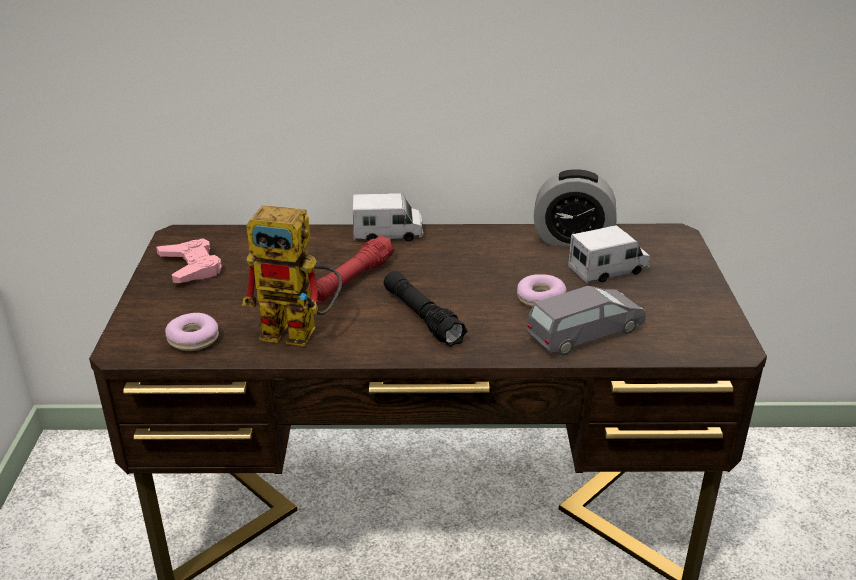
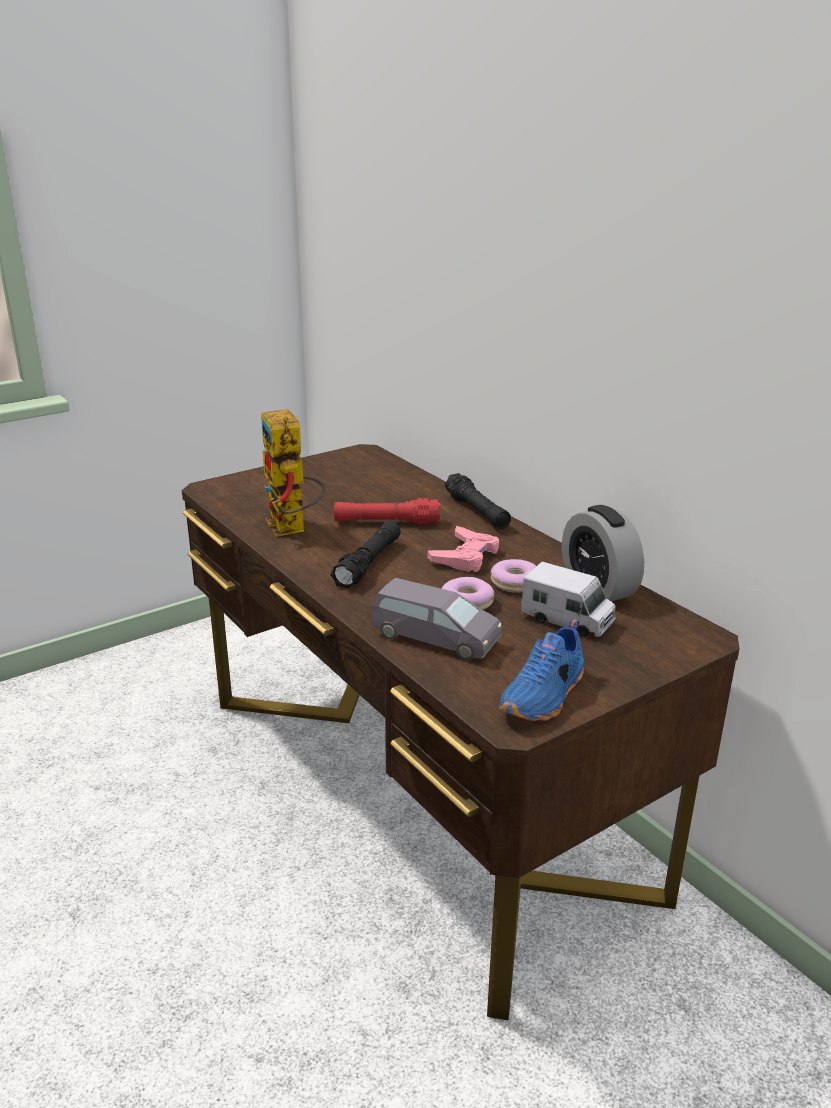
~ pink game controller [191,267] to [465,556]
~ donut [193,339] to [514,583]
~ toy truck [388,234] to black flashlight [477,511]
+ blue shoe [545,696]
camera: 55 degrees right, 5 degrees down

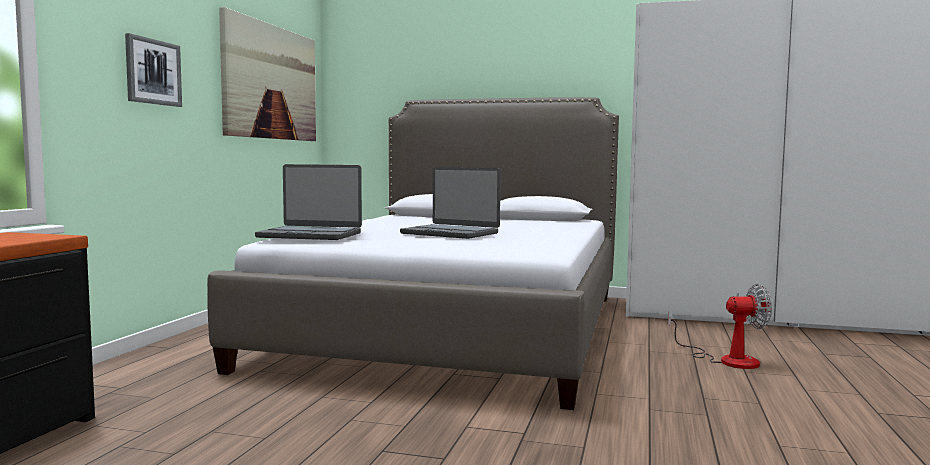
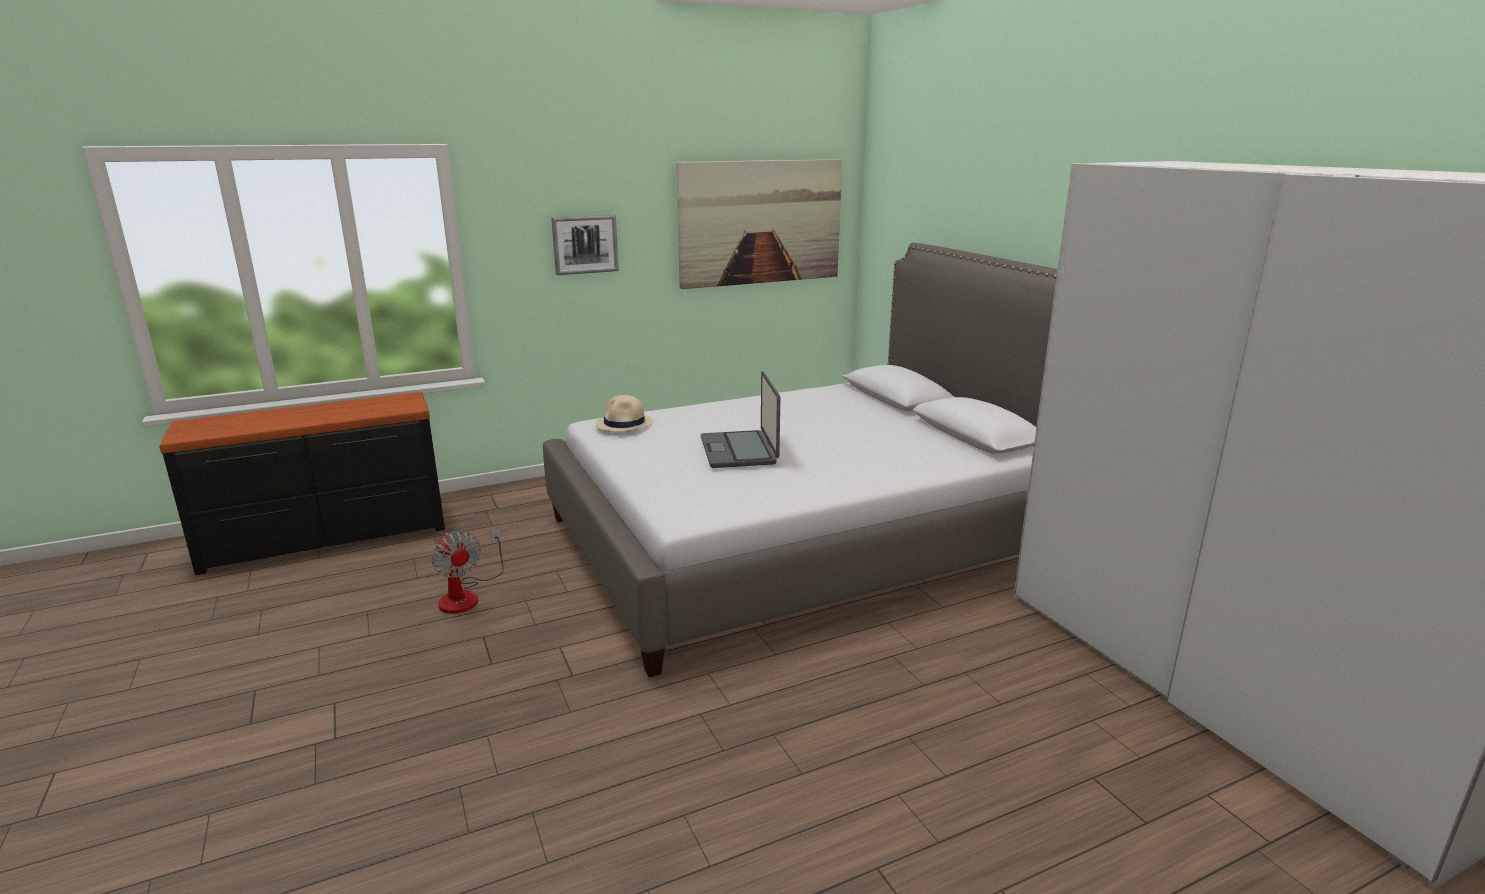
~ laptop [310,235] to beige hat [624,423]
~ fan [727,360] to [466,595]
camera: 50 degrees right, 15 degrees up

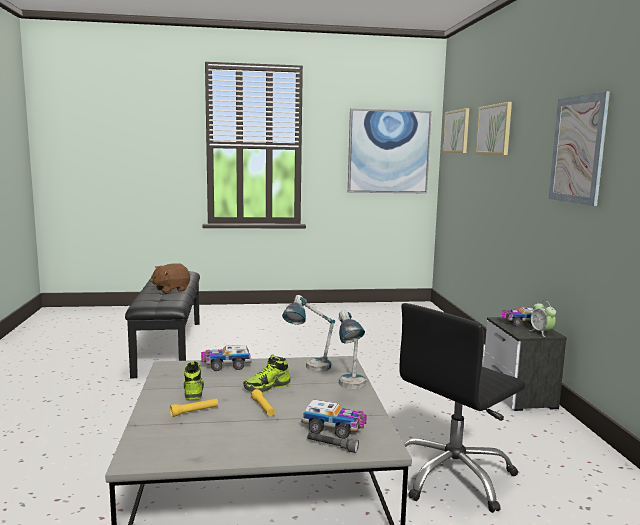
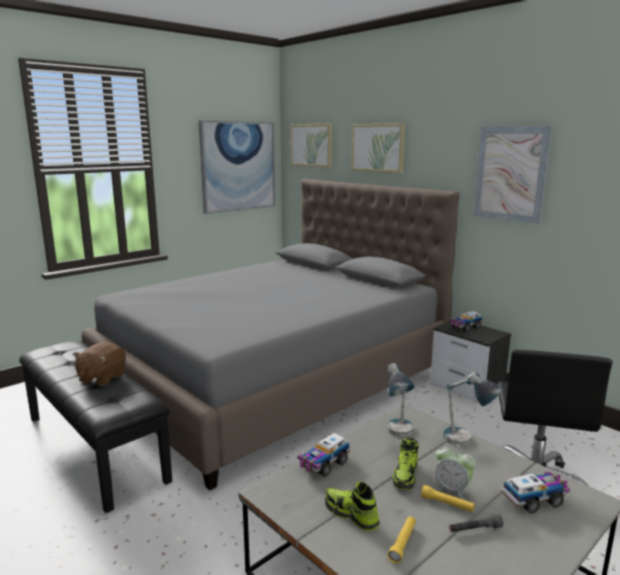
~ grey flashlight [332,447] to [474,529]
~ alarm clock [541,333] to [452,489]
+ grey bed [274,379]
camera: 35 degrees left, 5 degrees up

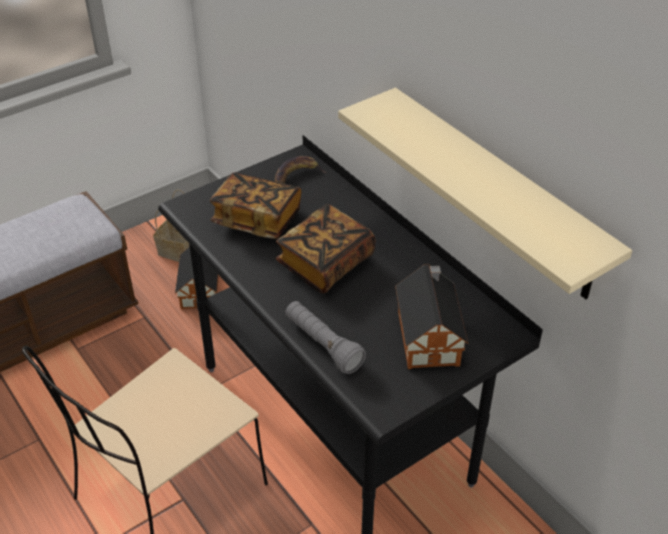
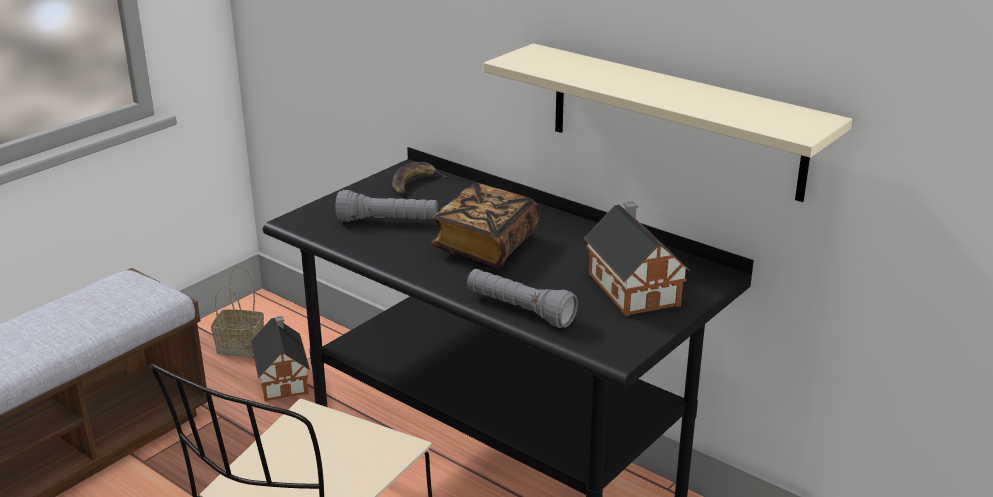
~ book [257,219] to grey flashlight [388,221]
camera: 15 degrees left, 15 degrees down

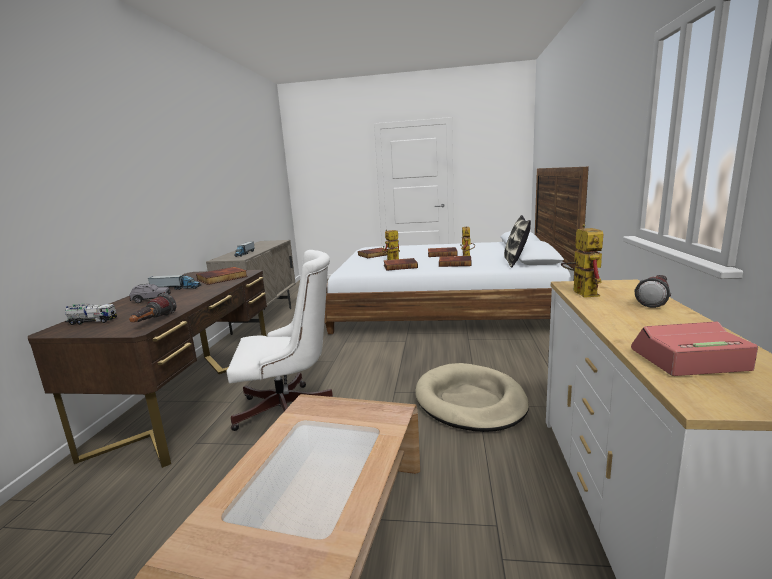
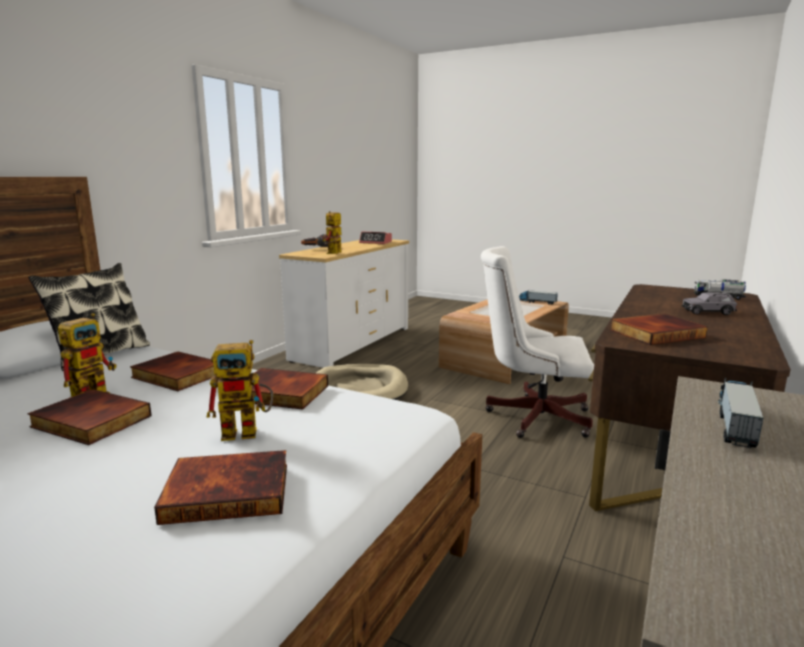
- flashlight [153,322]
~ toy truck [176,288] to [535,302]
camera: 160 degrees left, 0 degrees up

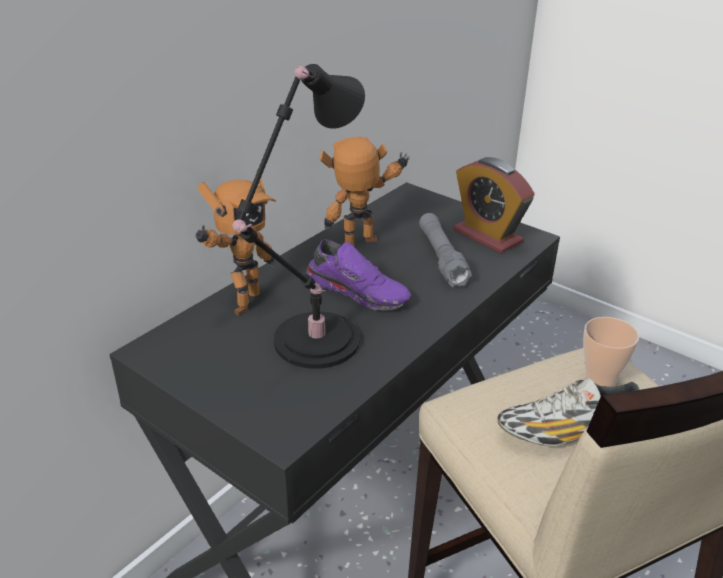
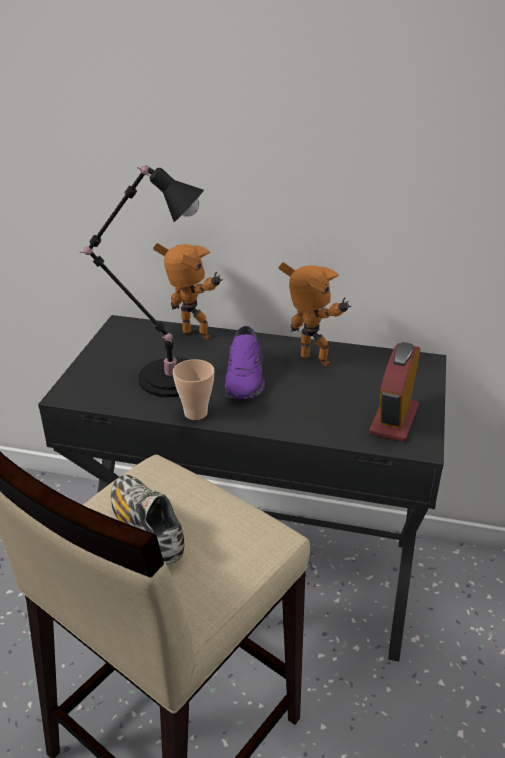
~ toy robot [241,302] = [194,337] 150 degrees counterclockwise
- grey flashlight [441,258]
~ cup [599,384] to [195,413]
camera: 65 degrees right, 0 degrees up

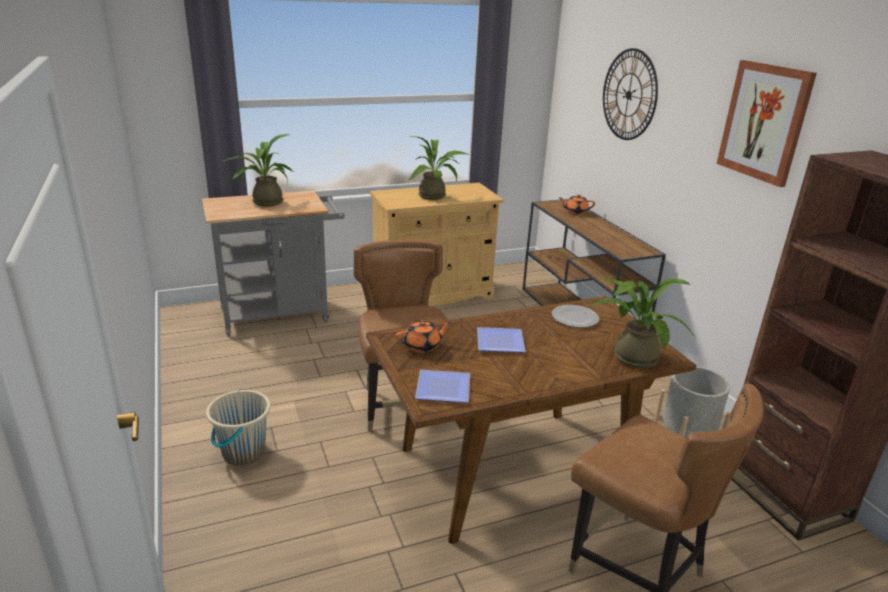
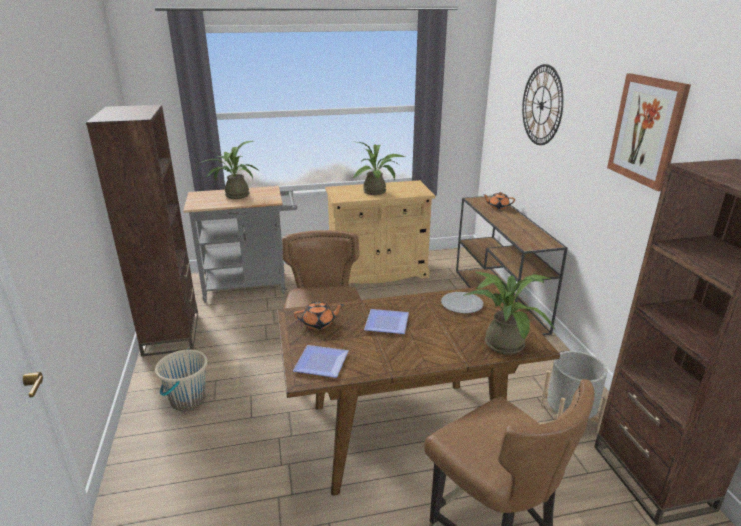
+ brown bookcase [171,333]
camera: 10 degrees right, 0 degrees up

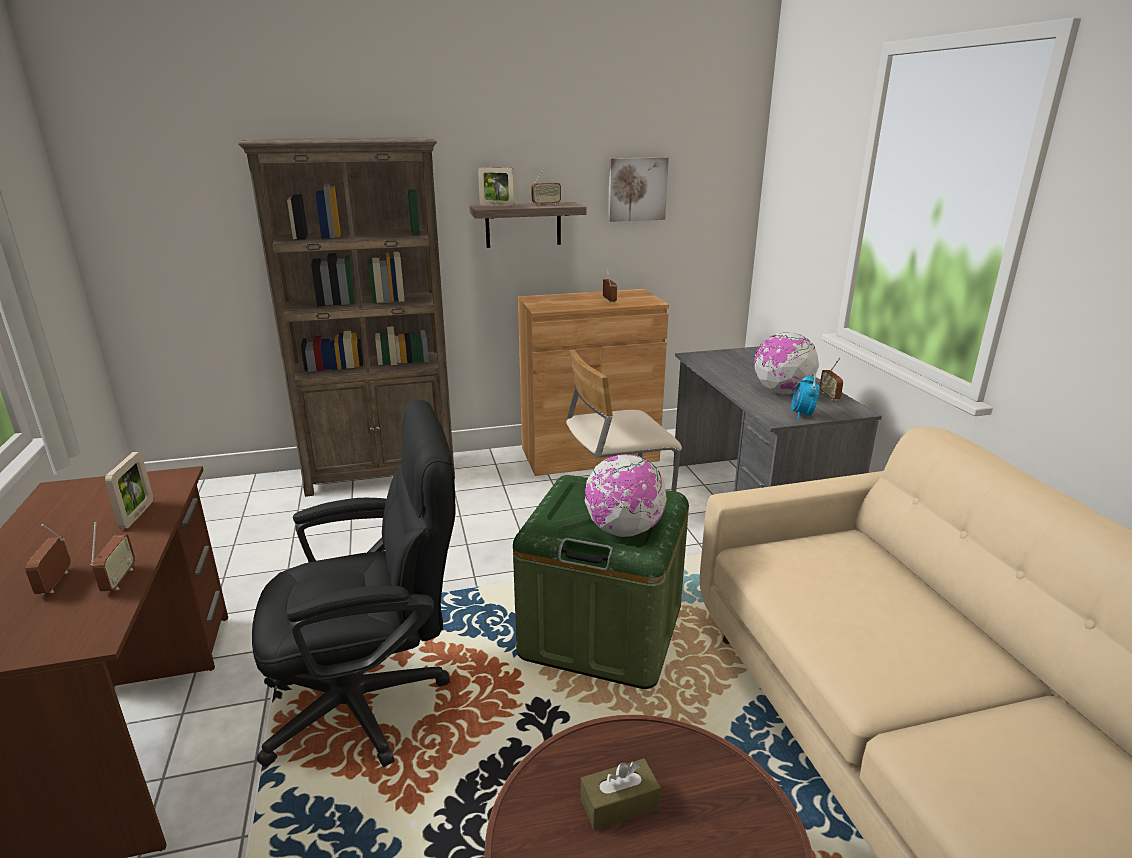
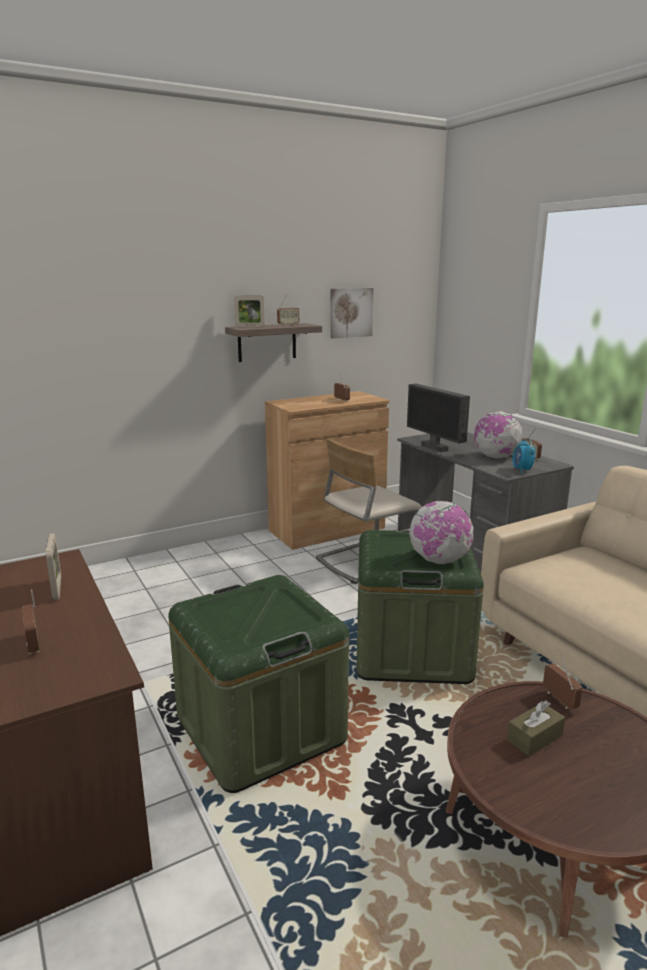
~ radio [119,580] to [559,700]
- brown bookcase [382,474]
~ black office chair [372,699] to green storage box [260,728]
+ monitor [435,448]
camera: 15 degrees left, 5 degrees down

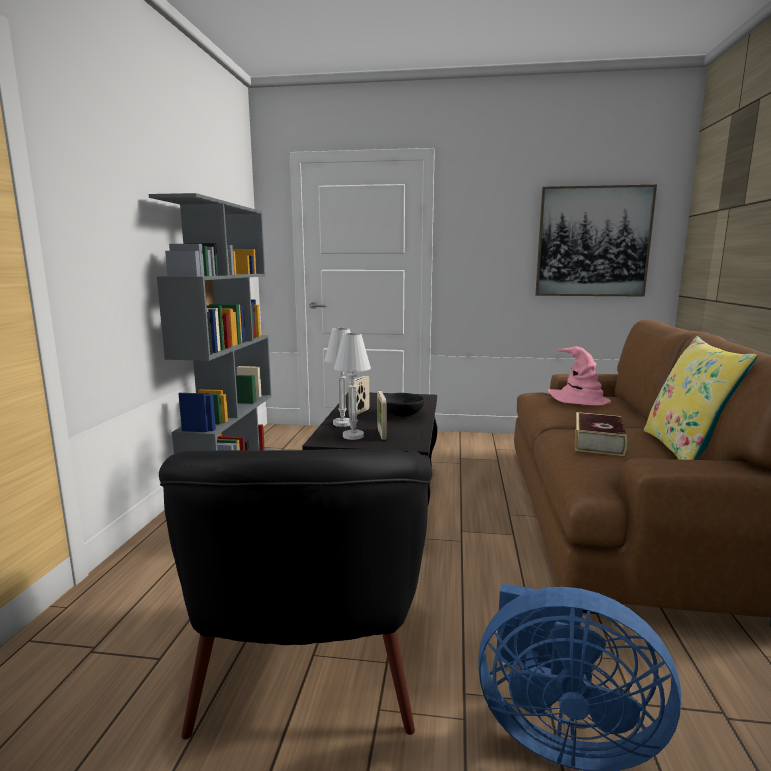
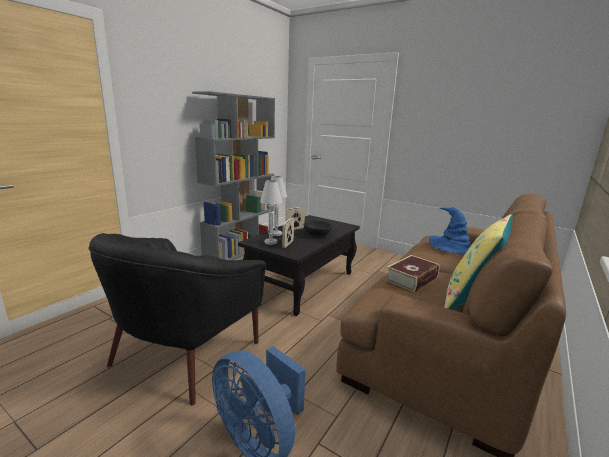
- picture [593,242]
~ pink hat [578,399] to blue hat [451,246]
camera: 25 degrees right, 5 degrees up

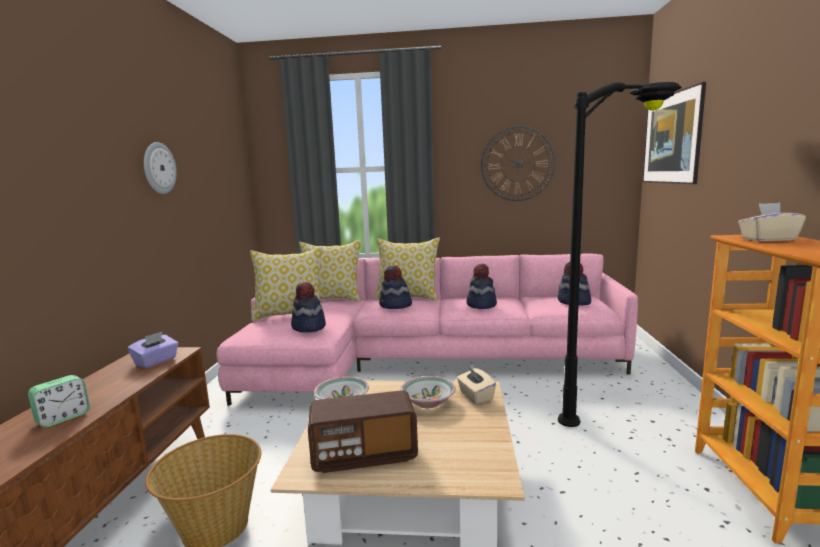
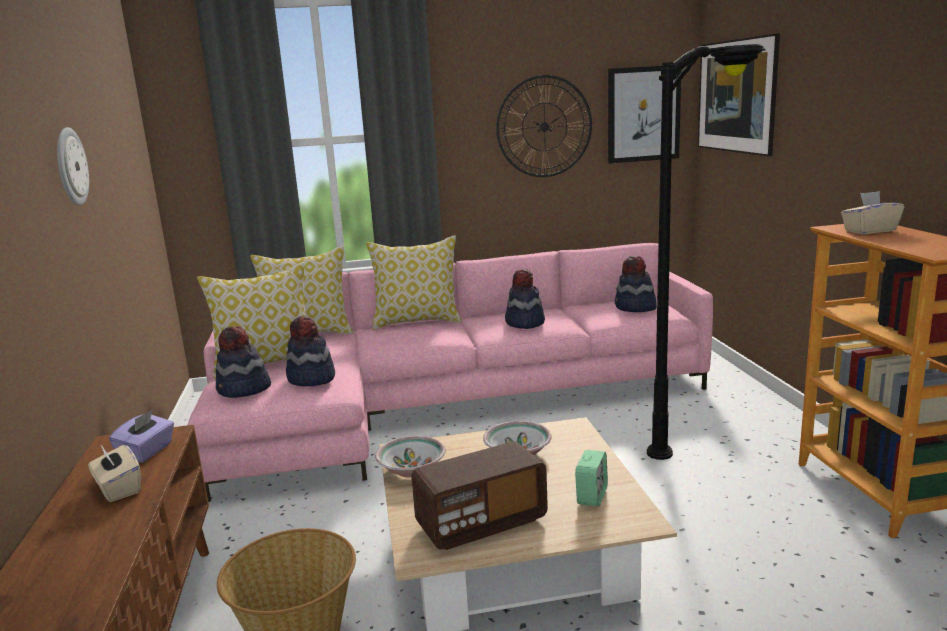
~ alarm clock [63,418] to [592,496]
~ hat [395,306] to [244,390]
~ beige tissue box [475,396] to [118,489]
+ picture [643,114]
camera: 15 degrees left, 5 degrees up

